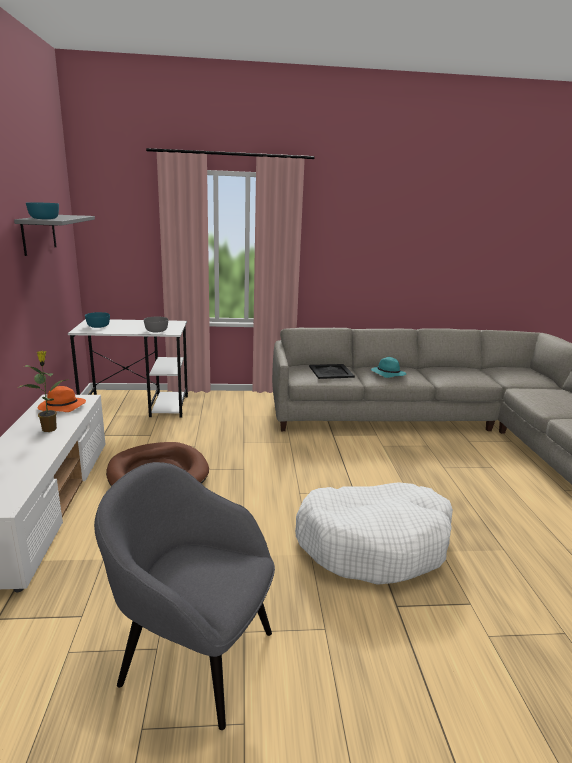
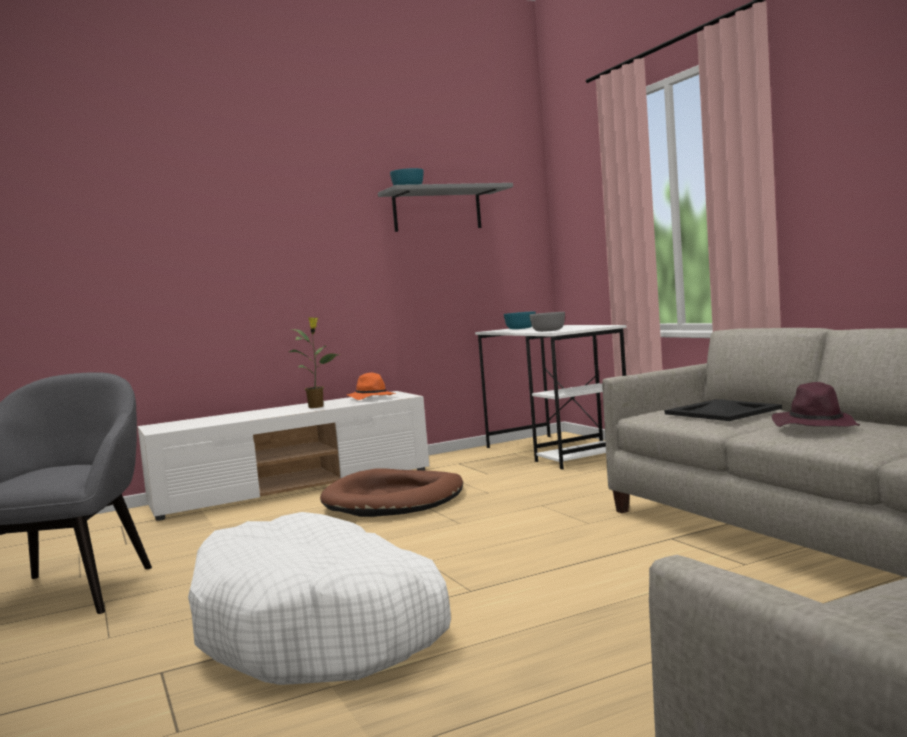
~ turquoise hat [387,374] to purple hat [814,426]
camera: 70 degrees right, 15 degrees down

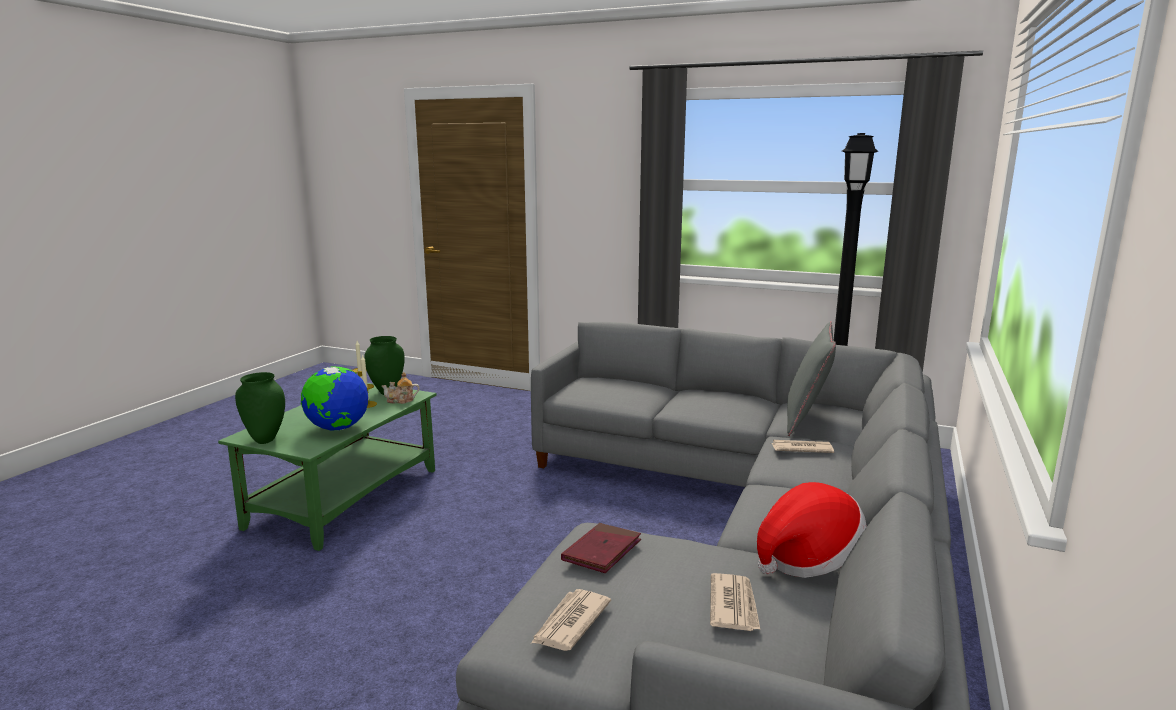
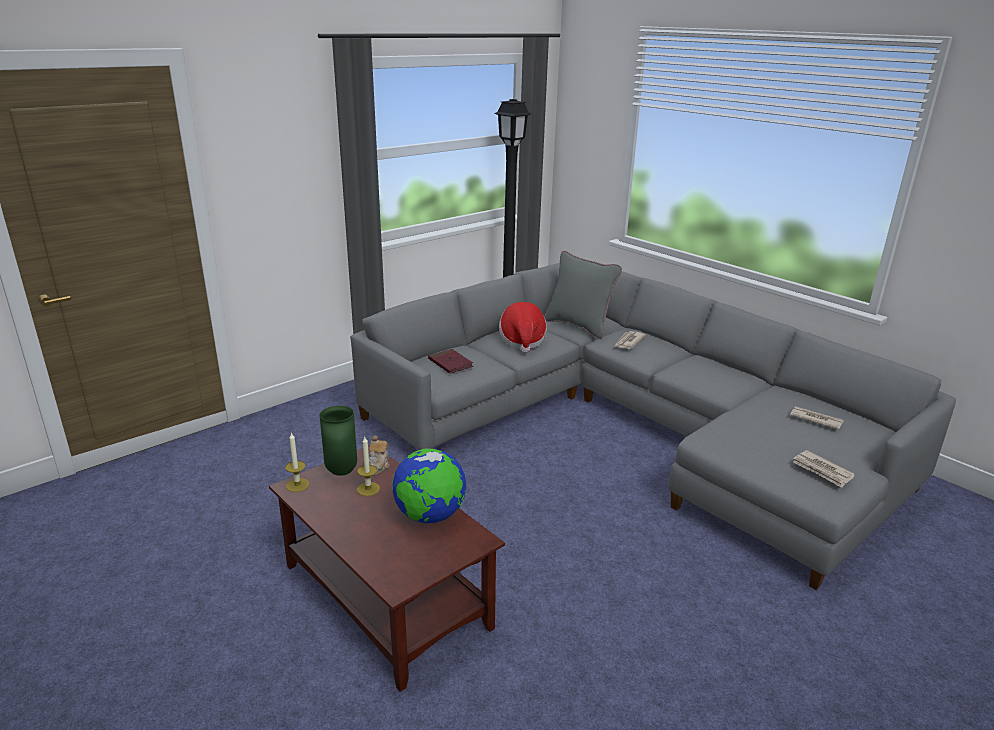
~ green coffee table [344,498] to brown coffee table [387,597]
- green vase [266,440]
~ red book [602,551] to [450,363]
~ hat [807,559] to [522,341]
camera: 65 degrees left, 10 degrees up

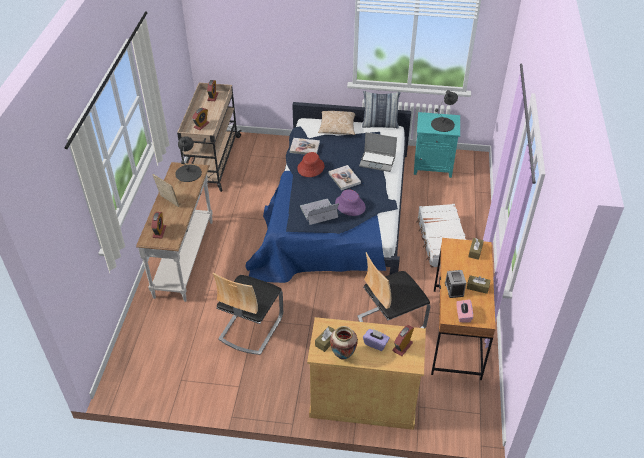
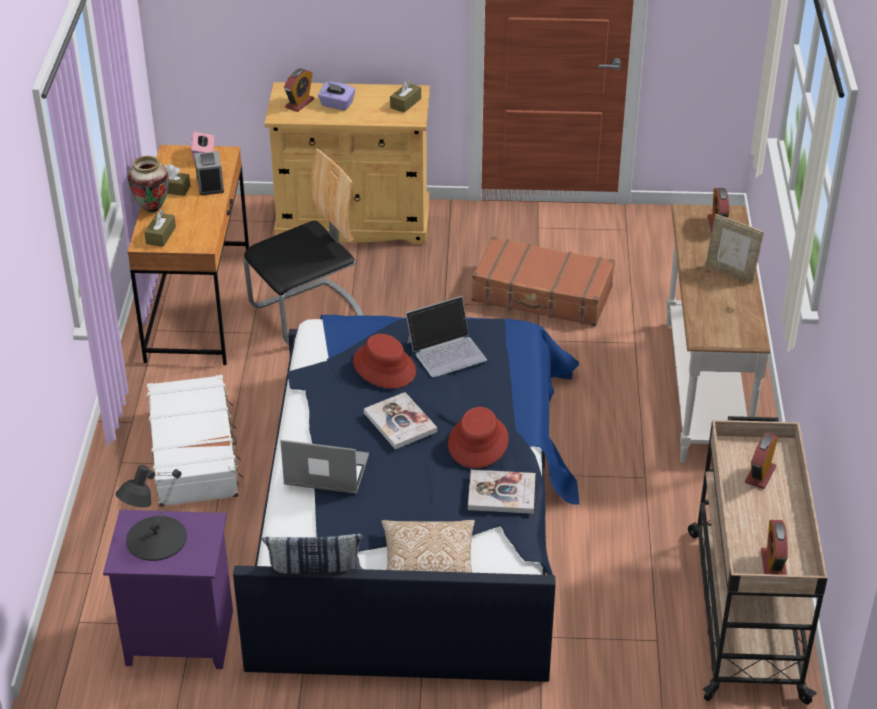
- black table lamp [188,173]
~ chair [250,327] to brown suitcase [542,295]
~ vase [343,355] to [152,209]
~ purple hat [350,205] to red hat [384,366]
~ turquoise nightstand [433,166] to purple nightstand [178,639]
camera: 175 degrees right, 5 degrees down

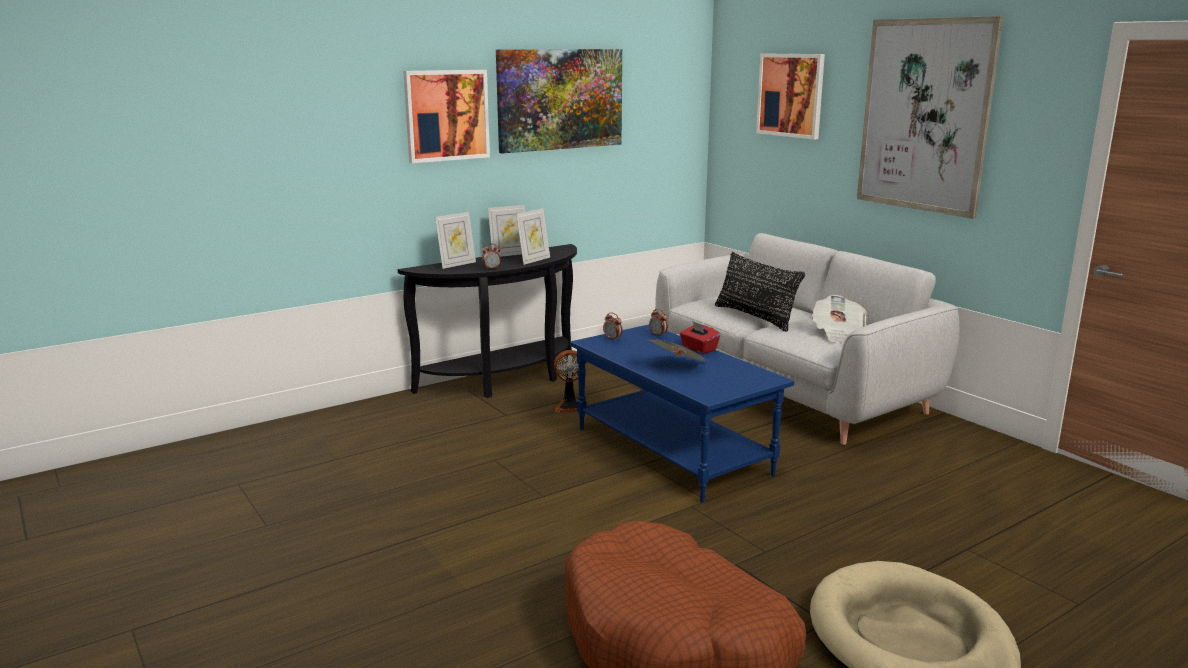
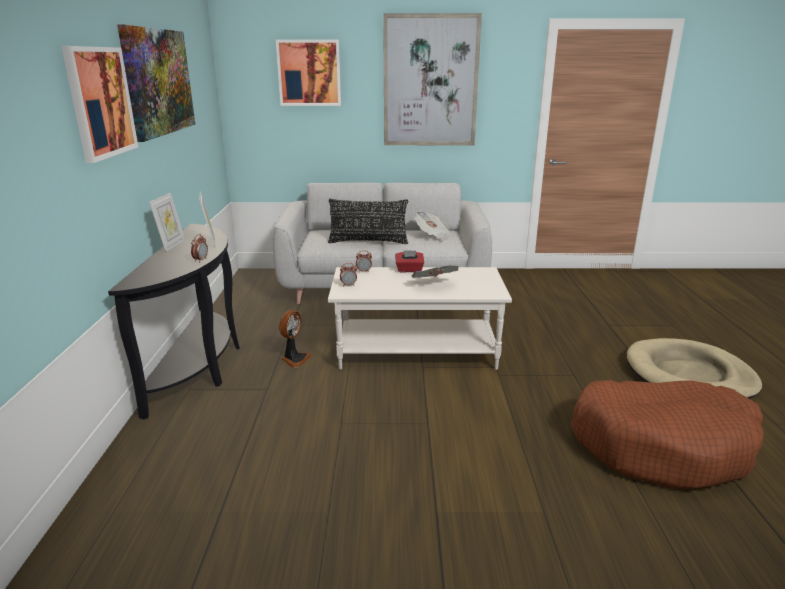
- picture frame [457,264]
~ blue coffee table [674,451] to white coffee table [417,351]
camera: 55 degrees left, 5 degrees up

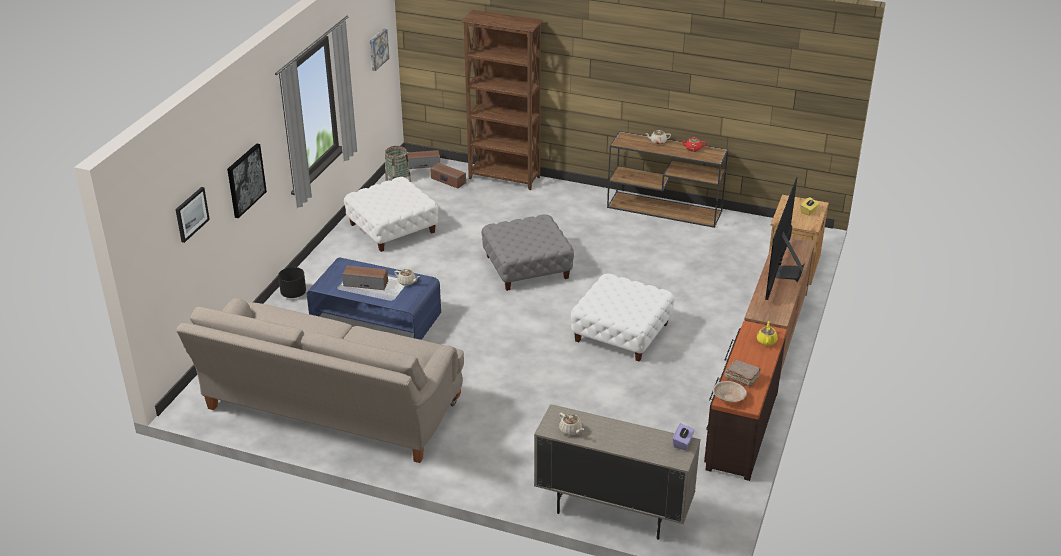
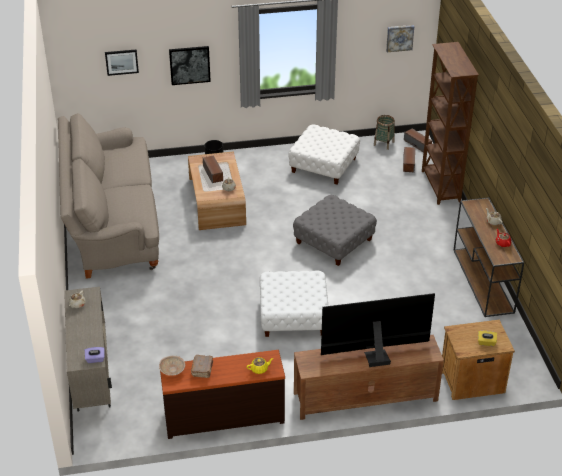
~ blue coffee table [376,318] to brown coffee table [217,201]
camera: 60 degrees right, 5 degrees up

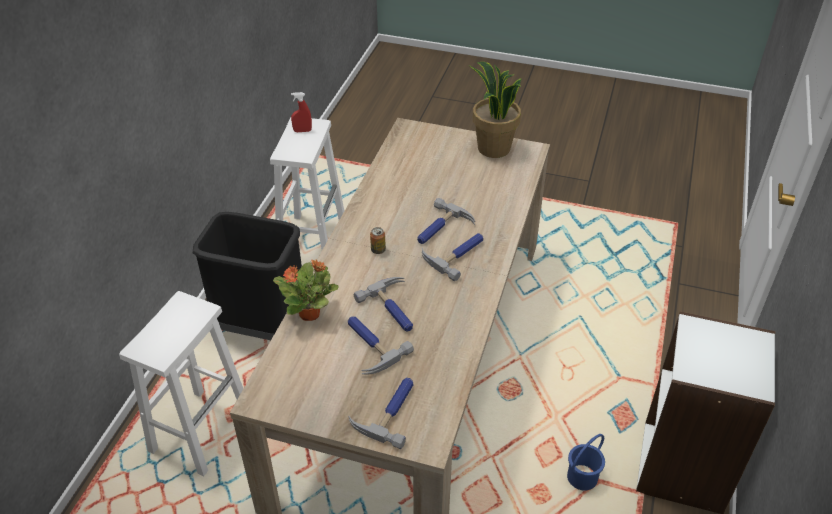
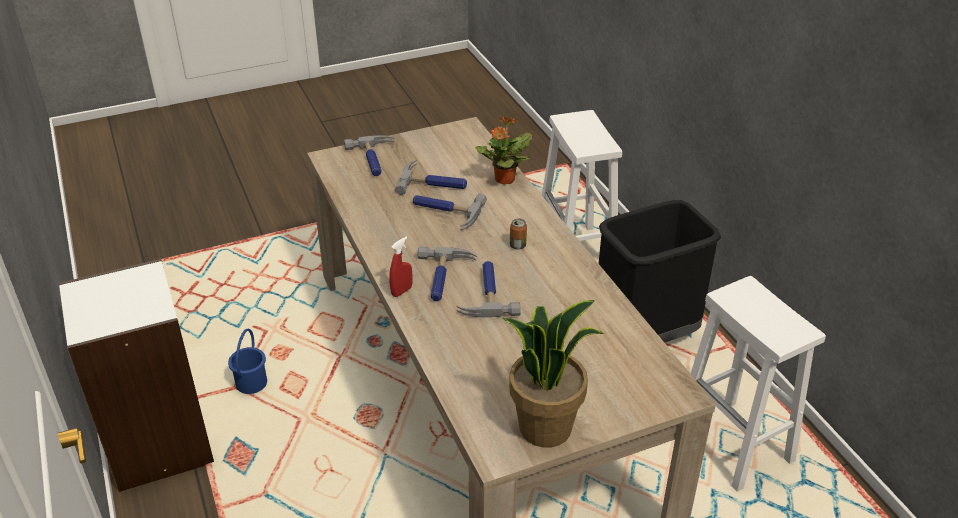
~ red spray bottle [302,131] to [401,291]
camera: 140 degrees right, 5 degrees down

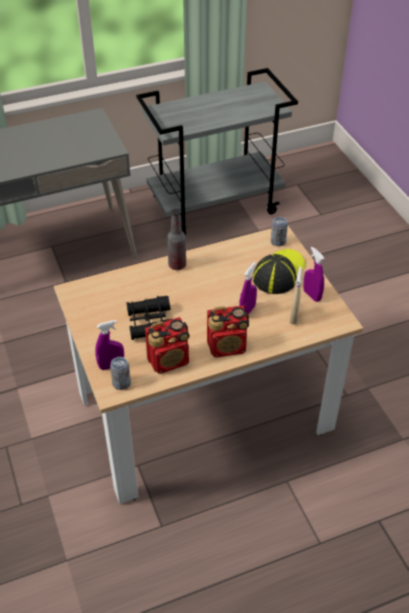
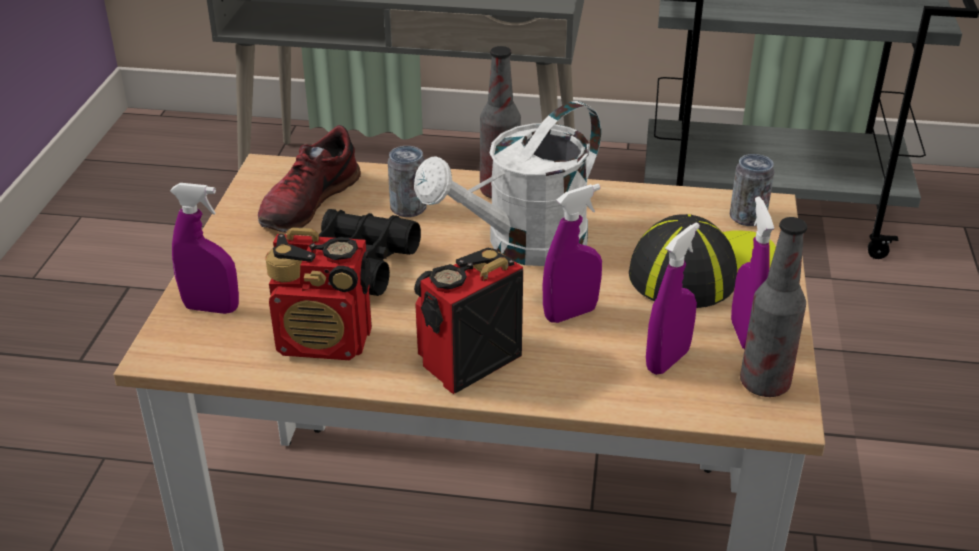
~ can [121,383] to [408,208]
~ radio [227,347] = [467,362] 120 degrees clockwise
~ beige spray bottle [294,317] to purple spray bottle [667,360]
+ shoe [308,202]
+ white watering can [523,246]
+ bottle [764,384]
camera: 30 degrees right, 10 degrees down

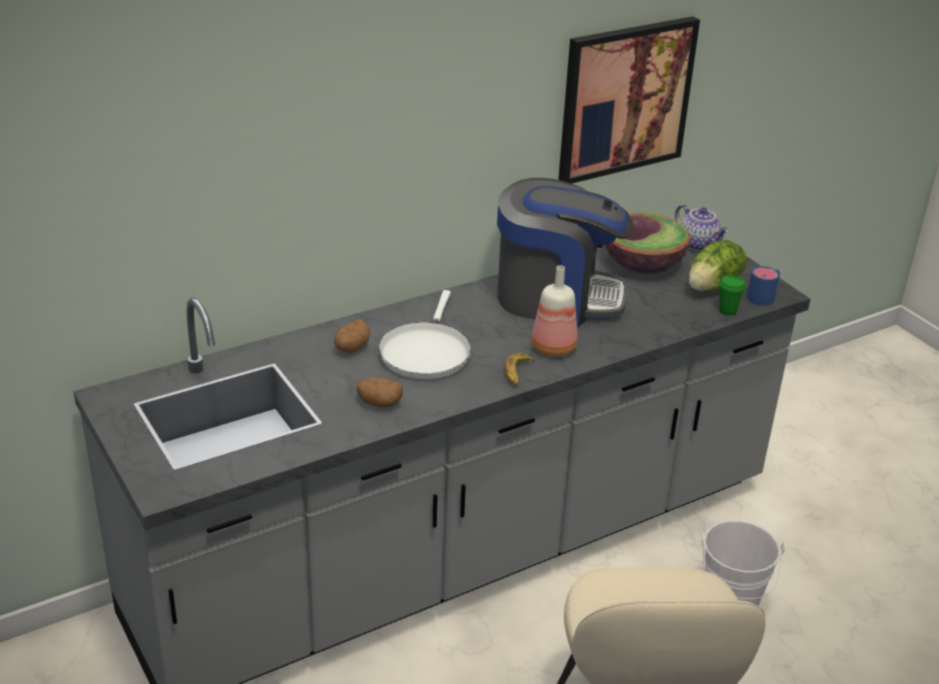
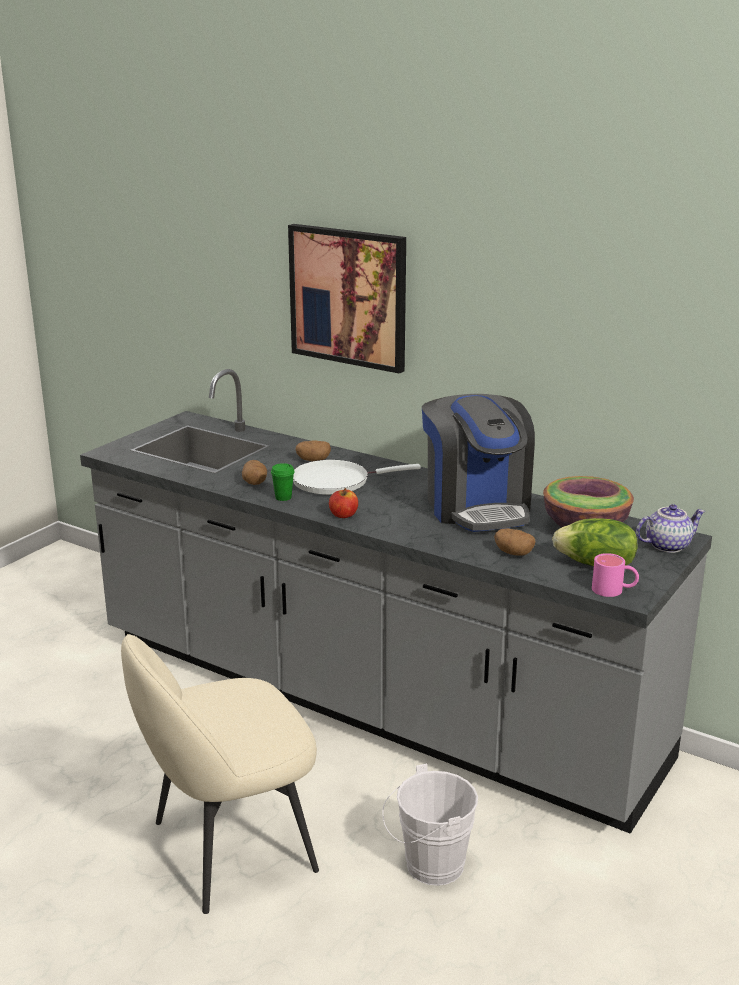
~ banana [517,373] to apple [343,515]
- bottle [552,347]
~ picture [625,99] to [348,296]
~ teapot [699,244] = [667,545] 135 degrees counterclockwise
~ green cup [727,311] to [283,497]
~ blue mug [764,296] to pink mug [614,590]
+ potato [513,553]
camera: 65 degrees right, 10 degrees down

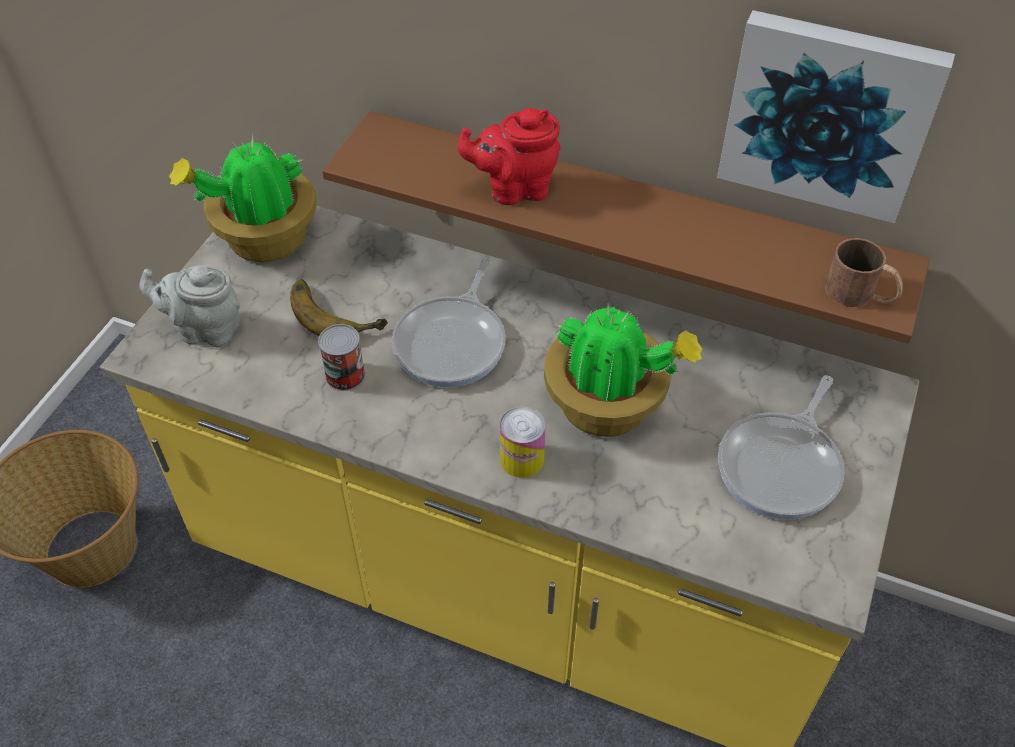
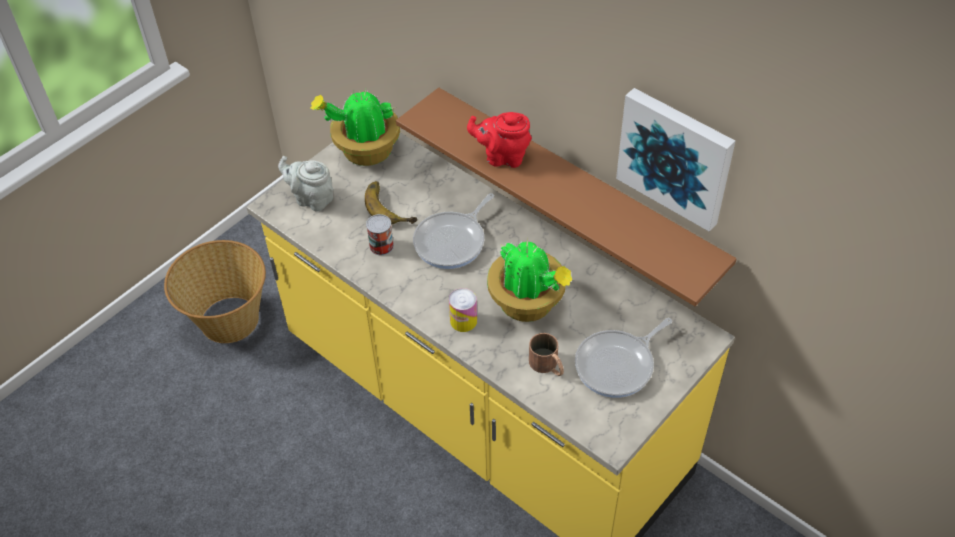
~ brown mug [860,294] to [547,366]
camera: 20 degrees right, 0 degrees up

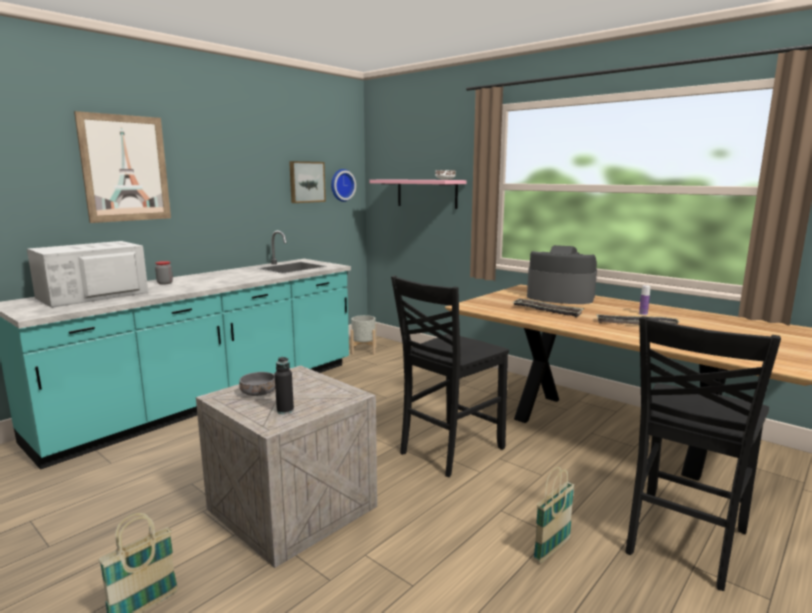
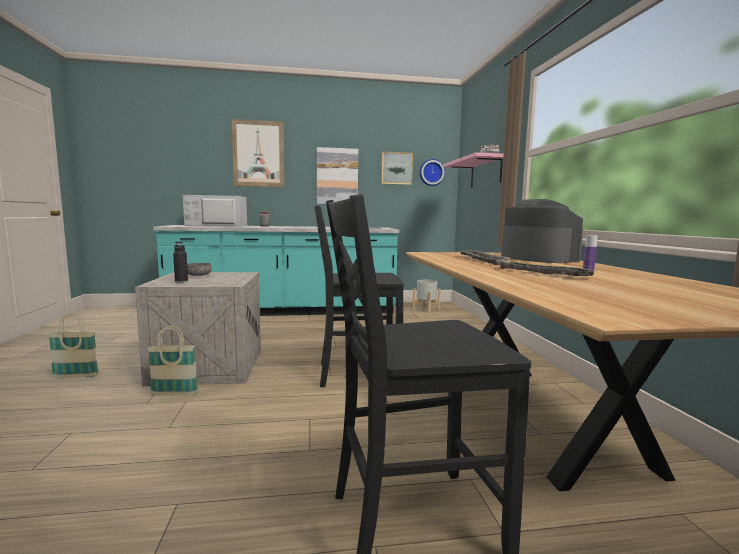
~ basket [552,549] to [174,394]
+ picture [337,176]
camera: 40 degrees right, 5 degrees down

